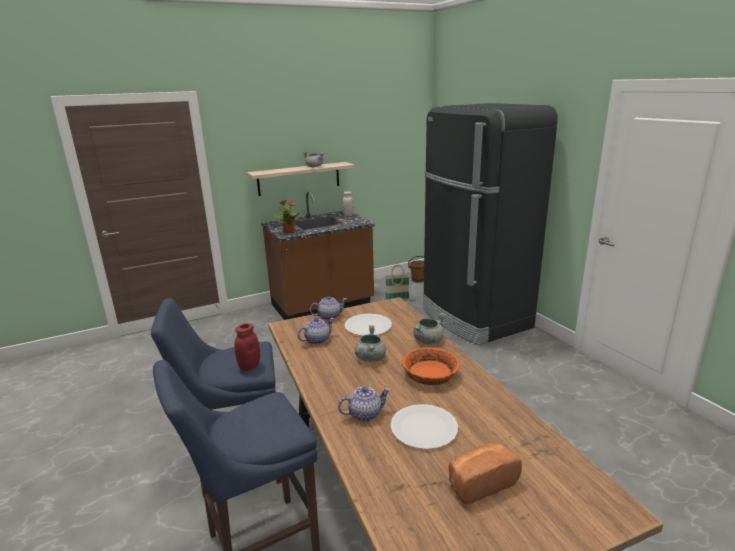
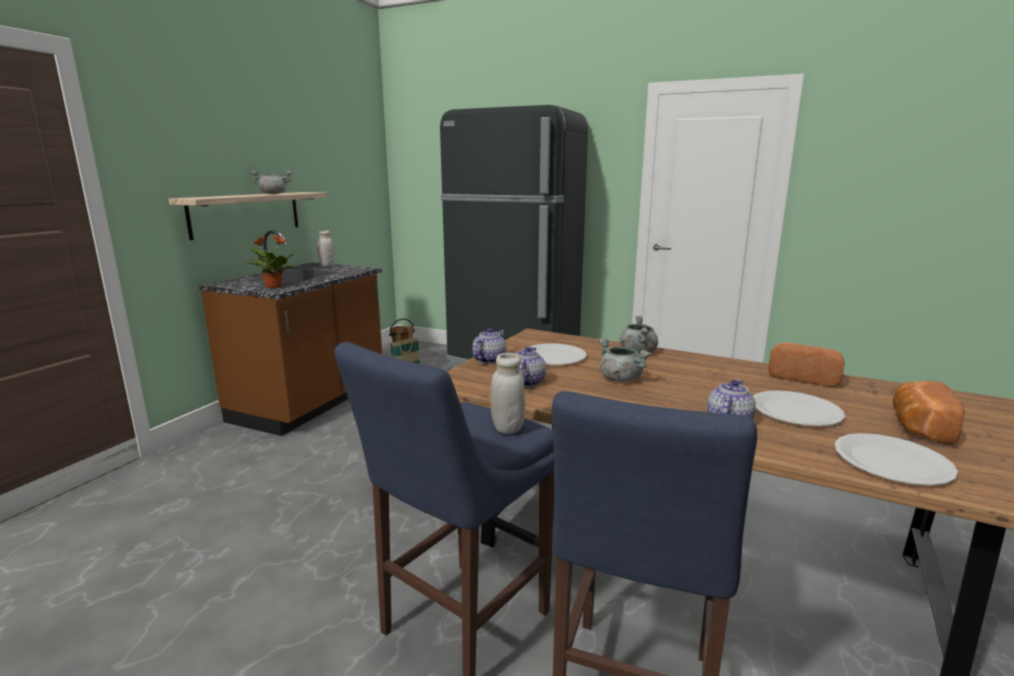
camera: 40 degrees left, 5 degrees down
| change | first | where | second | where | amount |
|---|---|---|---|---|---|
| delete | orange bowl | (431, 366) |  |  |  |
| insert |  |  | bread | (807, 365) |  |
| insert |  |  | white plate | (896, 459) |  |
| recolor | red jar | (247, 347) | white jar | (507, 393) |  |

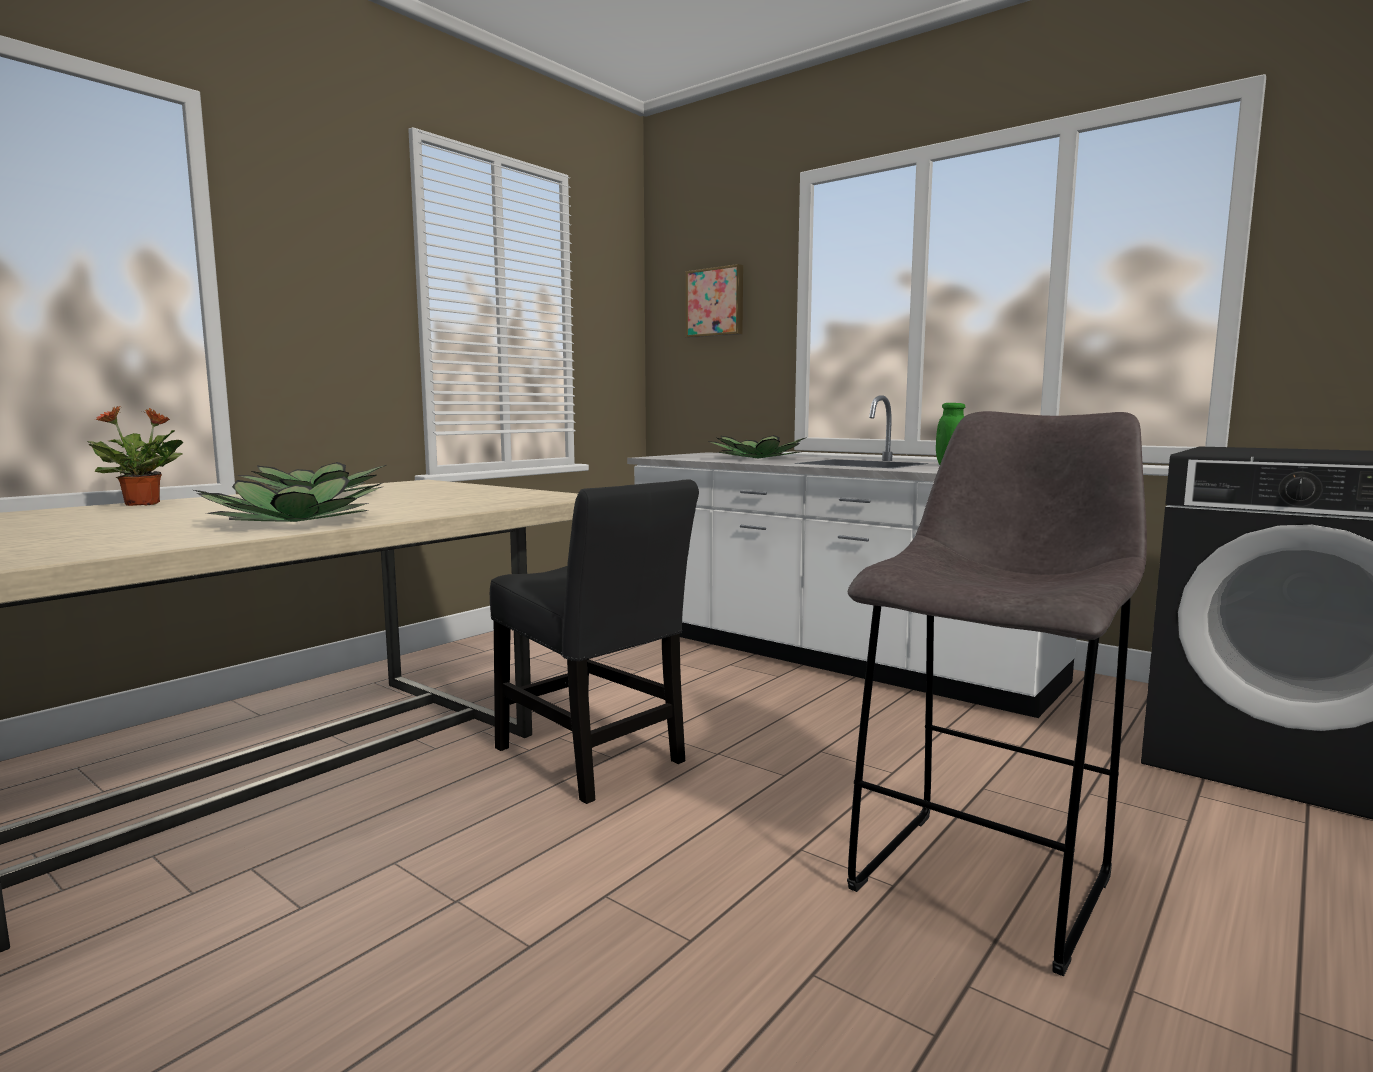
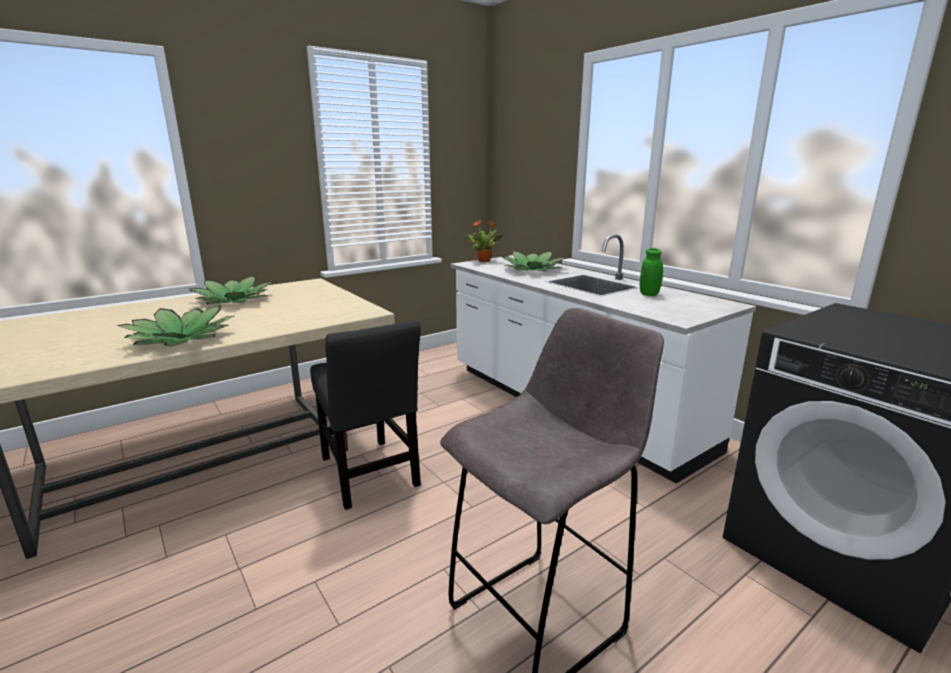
camera: 15 degrees right, 10 degrees up
| change | first | where | second | where | amount |
|---|---|---|---|---|---|
| delete | picture | (714, 301) |  |  |  |
| move | potted plant | (135, 456) |  | (484, 241) |  |

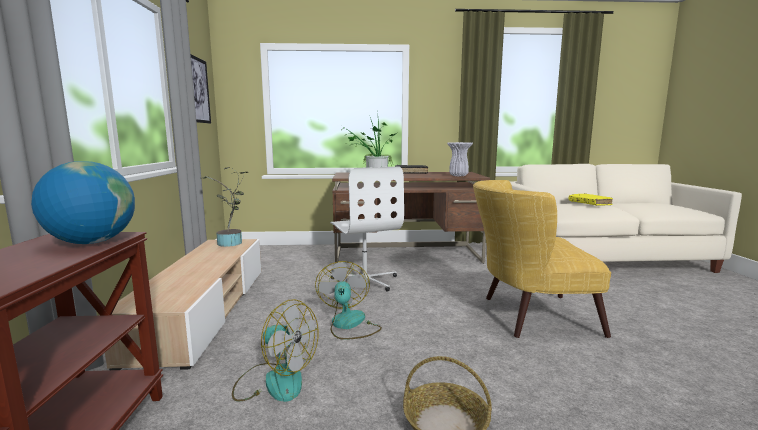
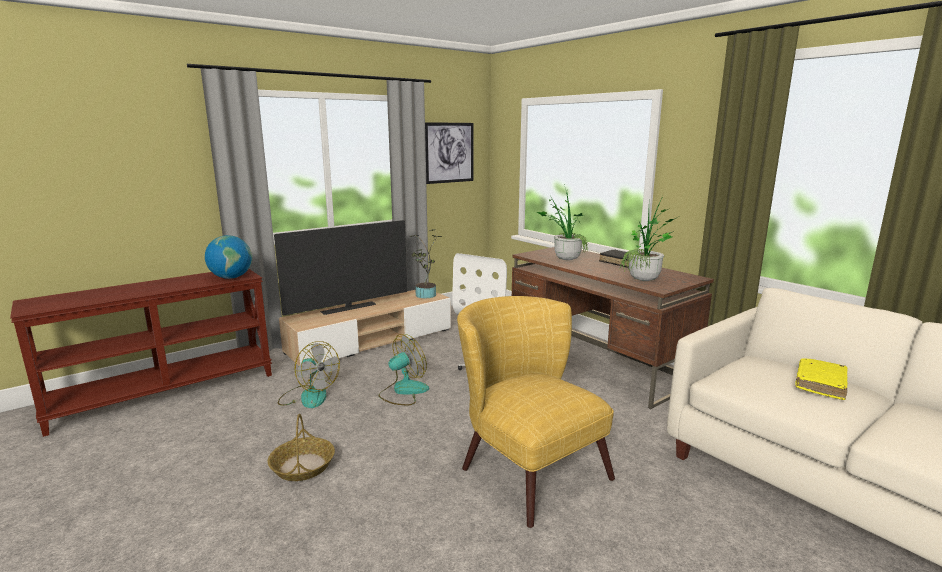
camera: 55 degrees right, 5 degrees up
| change | first | where | second | where | amount |
|---|---|---|---|---|---|
| insert |  |  | television | (340, 268) |  |
| replace | white vase | (460, 159) | potted plant | (648, 237) |  |
| rotate | fan | (275, 350) |  | (309, 374) | 45 degrees counterclockwise |

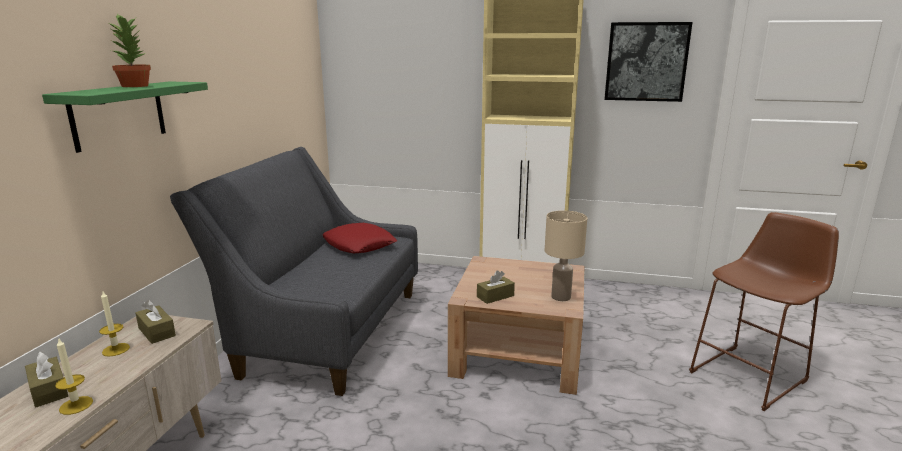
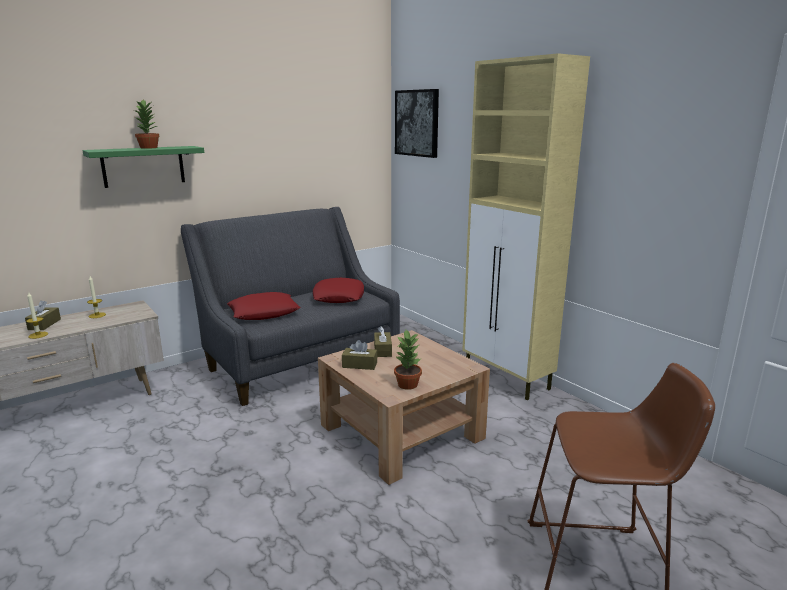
camera: 40 degrees right, 0 degrees up
| change | first | where | second | where | amount |
|---|---|---|---|---|---|
| insert |  |  | red pillow | (263, 306) |  |
| move | brown tissue box | (156, 322) |  | (383, 341) |  |
| move | picture | (648, 62) |  | (417, 123) |  |
| replace | beige table lamp | (566, 255) | potted plant | (408, 360) |  |

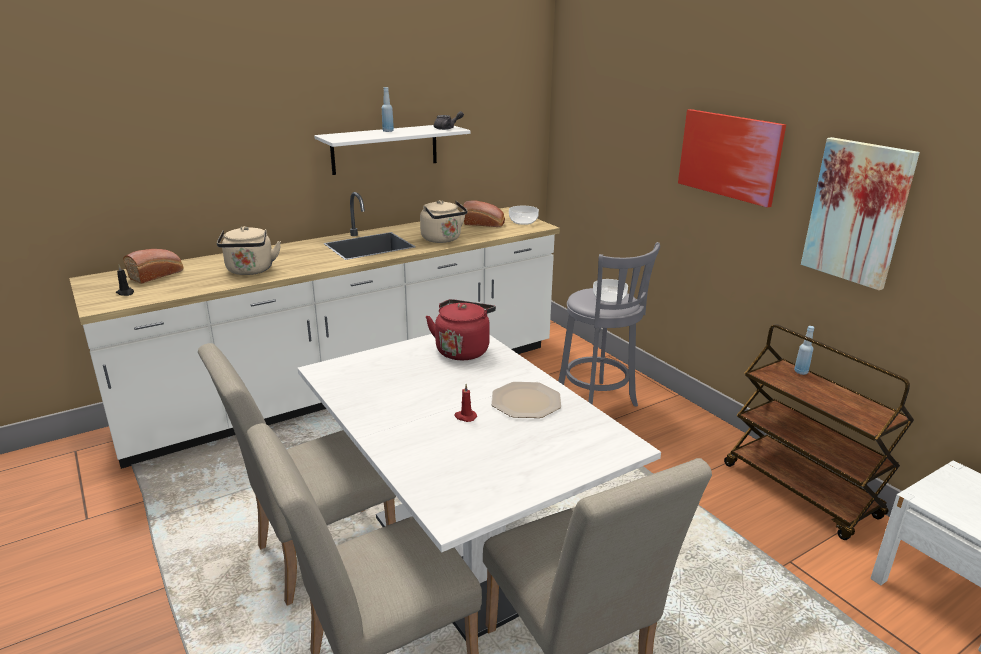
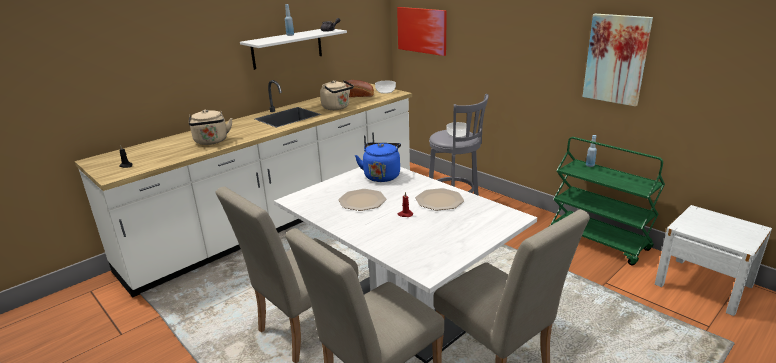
camera: 10 degrees left, 0 degrees up
| change | first | where | second | where | amount |
|---|---|---|---|---|---|
| delete | bread | (153, 266) |  |  |  |
| insert |  |  | plate | (362, 200) |  |
| move | picture | (732, 158) |  | (422, 31) |  |
| recolor | red kettle | (461, 329) | blue kettle | (378, 162) |  |
| recolor | brown cart | (819, 432) | green cart | (607, 201) |  |

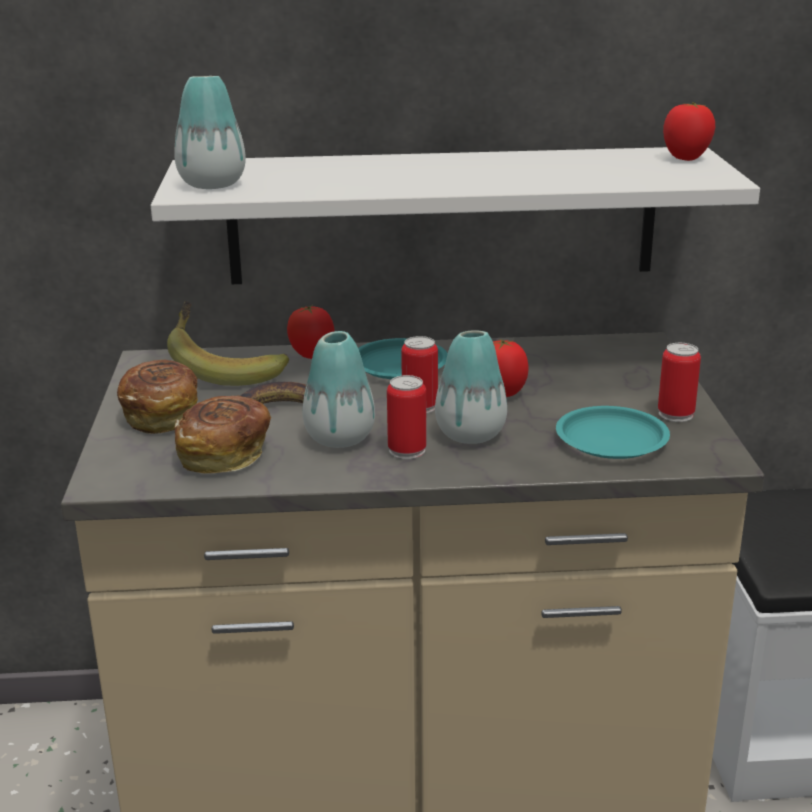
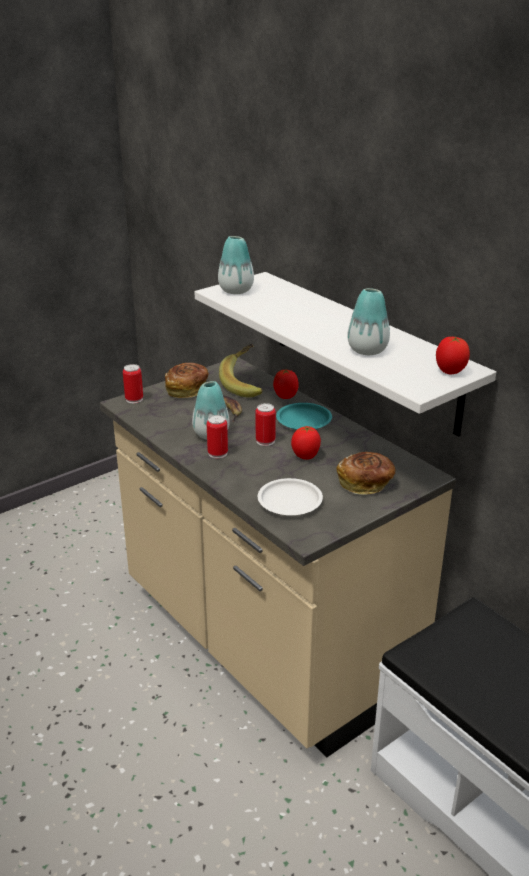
camera: 55 degrees right, 5 degrees up
| change | first | where | second | where | amount |
|---|---|---|---|---|---|
| move | bread | (222, 435) |  | (366, 473) |  |
| move | vase | (471, 387) |  | (368, 321) |  |
| move | can | (679, 382) |  | (133, 384) |  |
| recolor | turquoise plate | (613, 432) | white plate | (290, 496) |  |

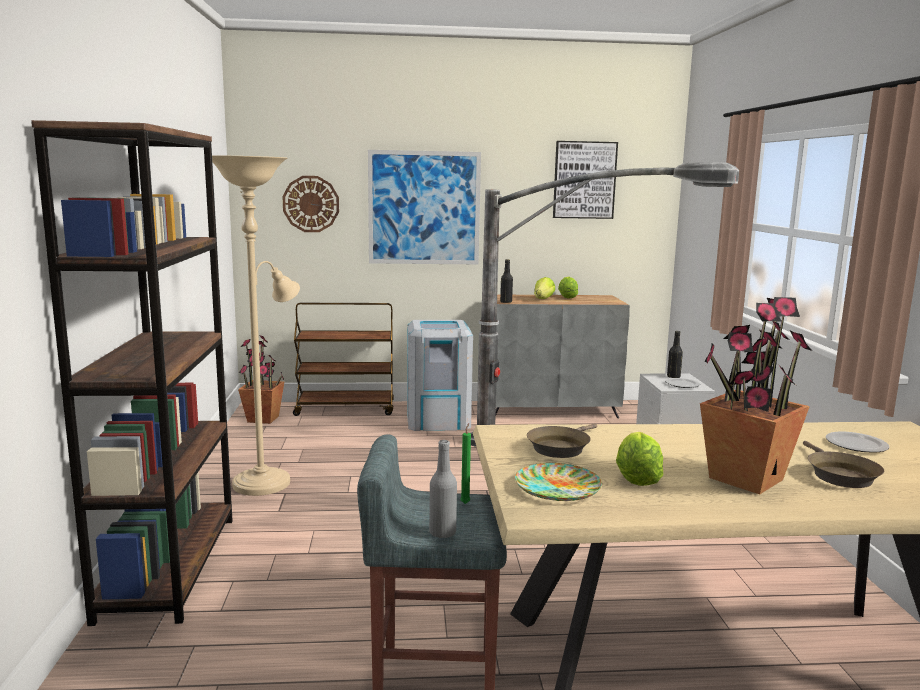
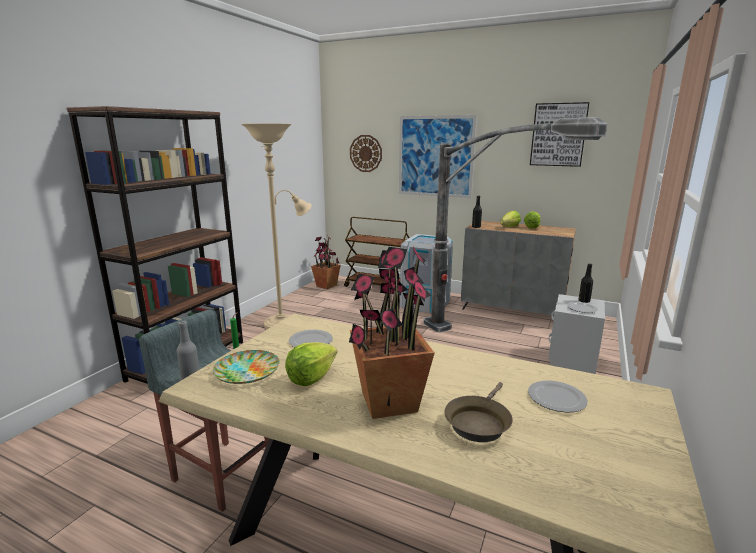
camera: 30 degrees right, 5 degrees up
| change | first | where | second | where | amount |
|---|---|---|---|---|---|
| replace | brown frying pan | (562, 440) | plate | (311, 338) |  |

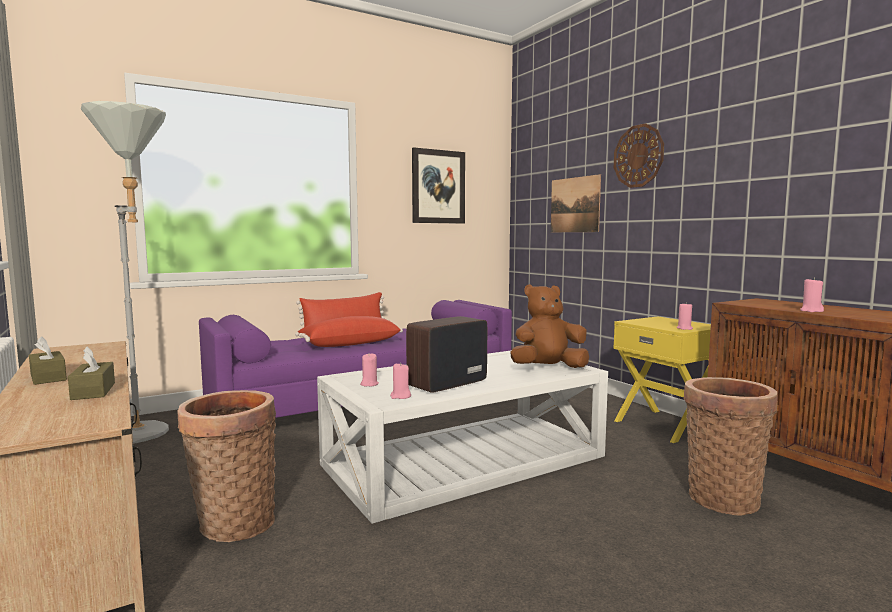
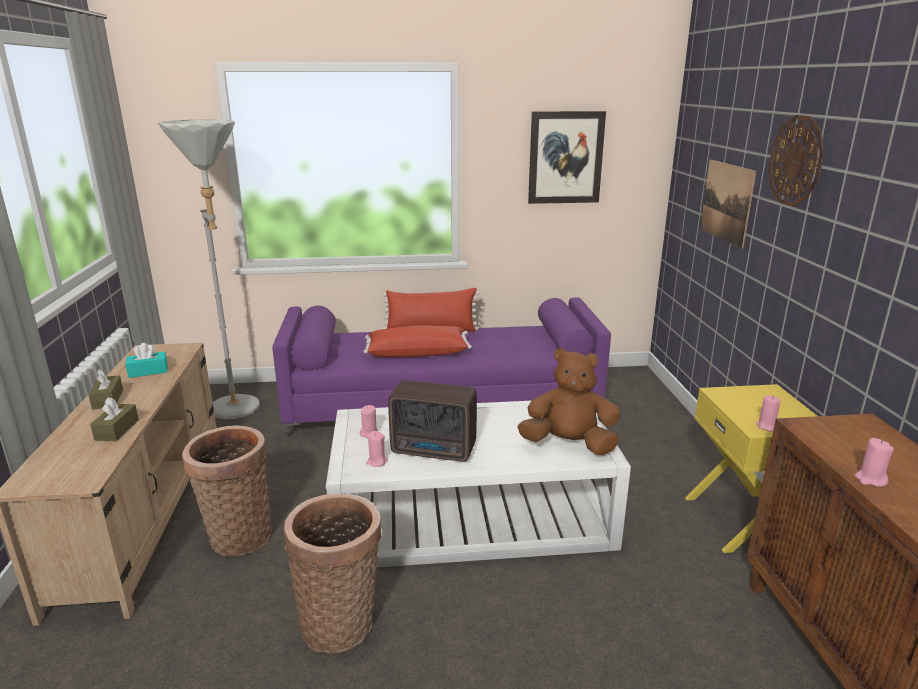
camera: 25 degrees right, 15 degrees up
| change | first | where | second | where | amount |
|---|---|---|---|---|---|
| insert |  |  | turquoise tissue box | (146, 360) |  |
| move | basket | (731, 446) |  | (332, 574) |  |
| rotate | radio | (446, 354) |  | (432, 421) | 150 degrees counterclockwise |

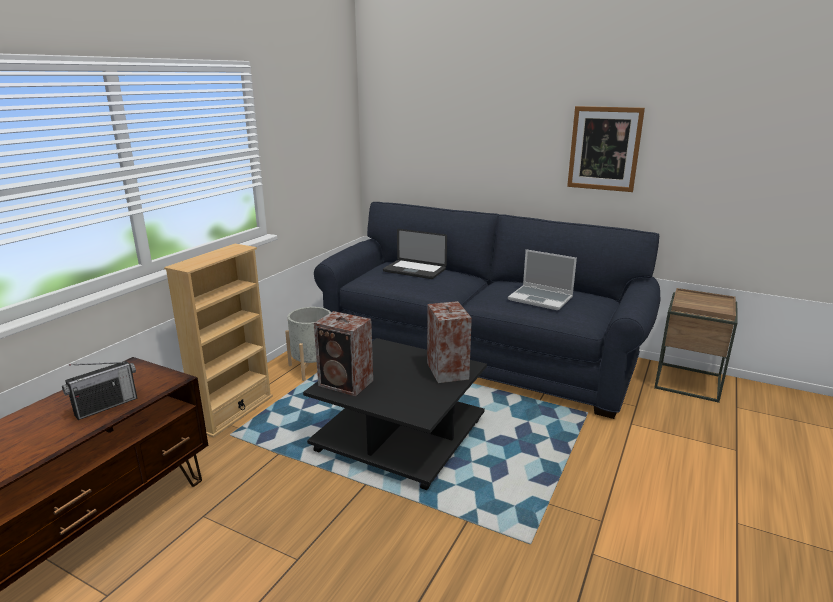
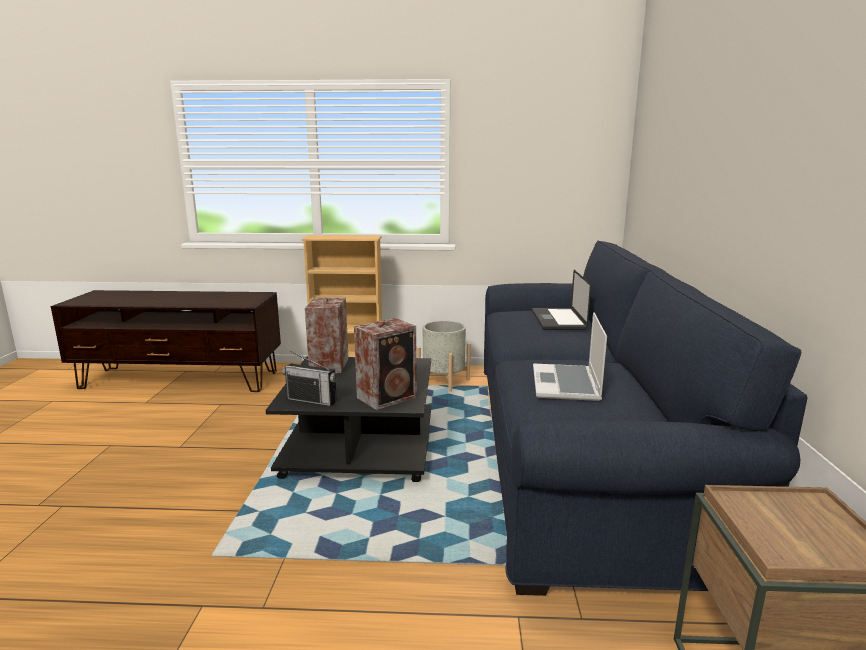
camera: 65 degrees right, 5 degrees down
| change | first | where | second | where | amount |
|---|---|---|---|---|---|
| delete | picture | (606, 149) |  |  |  |
| move | radio | (99, 390) |  | (310, 378) |  |

